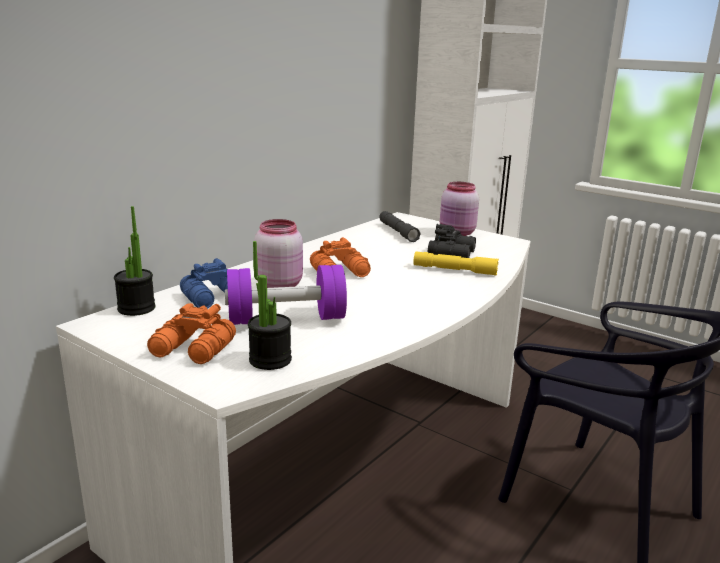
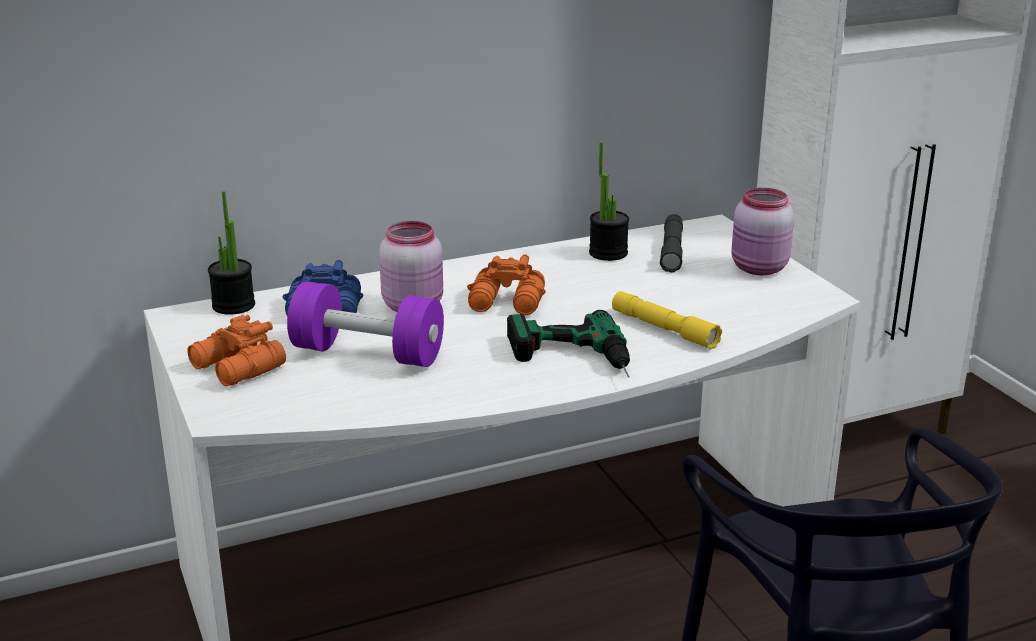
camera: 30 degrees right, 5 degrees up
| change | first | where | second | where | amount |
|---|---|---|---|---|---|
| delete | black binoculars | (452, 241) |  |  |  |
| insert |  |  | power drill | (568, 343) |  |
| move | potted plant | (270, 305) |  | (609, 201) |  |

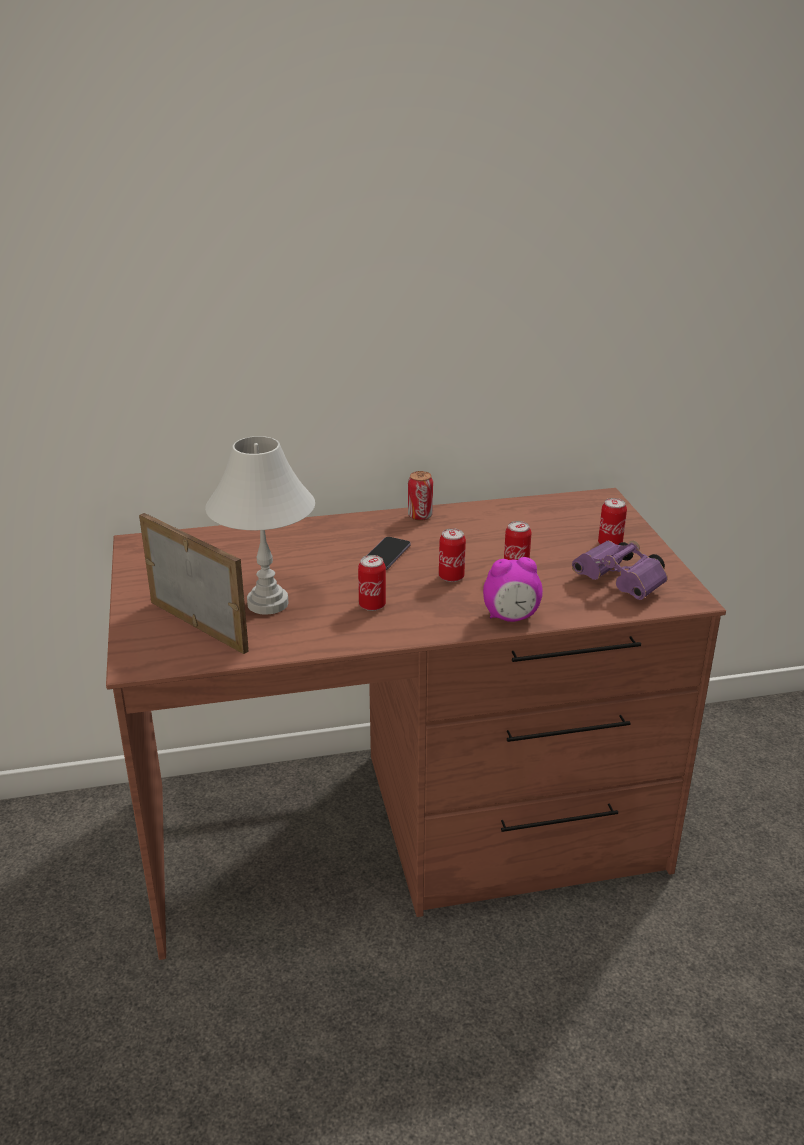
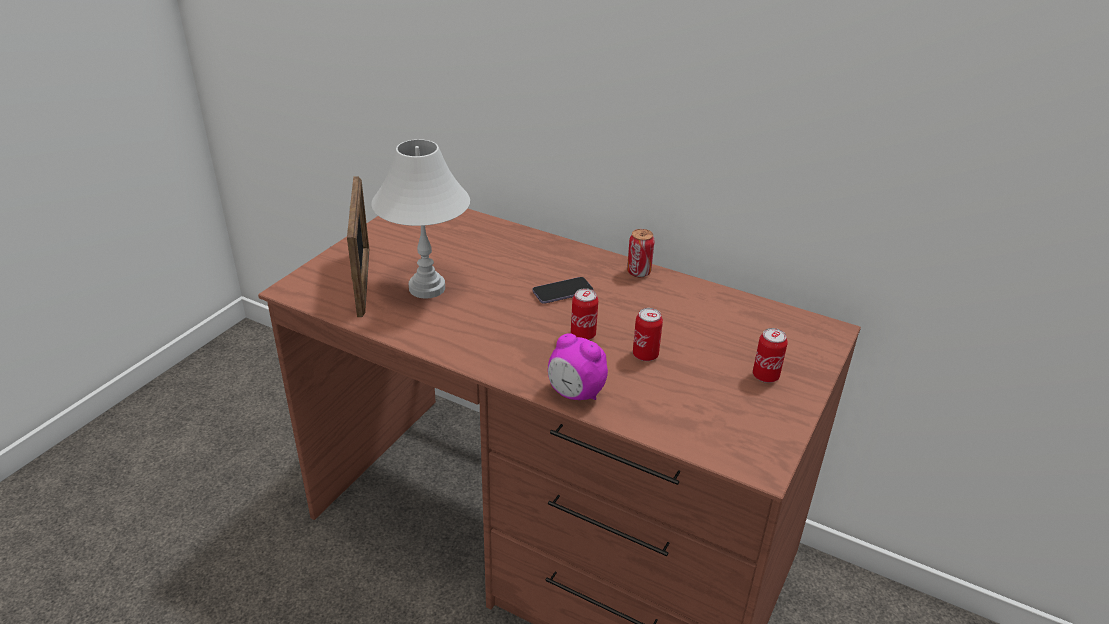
camera: 40 degrees right, 5 degrees up
| change | first | where | second | where | amount |
|---|---|---|---|---|---|
| delete | can | (372, 583) |  |  |  |
| delete | purple binoculars | (620, 570) |  |  |  |

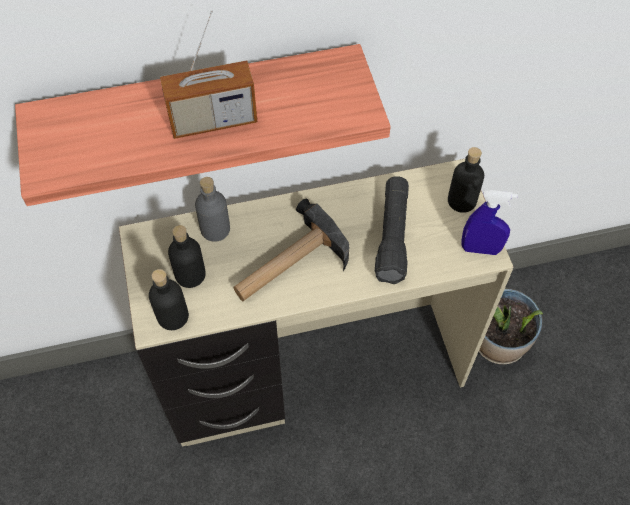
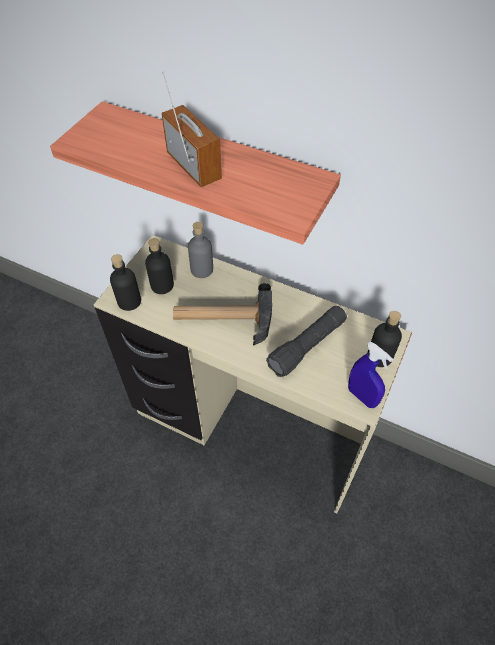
camera: 40 degrees right, 5 degrees down
| change | first | where | second | where | amount |
|---|---|---|---|---|---|
| delete | potted plant | (511, 326) |  |  |  |
| rotate | radio | (208, 74) |  | (192, 129) | 150 degrees counterclockwise |

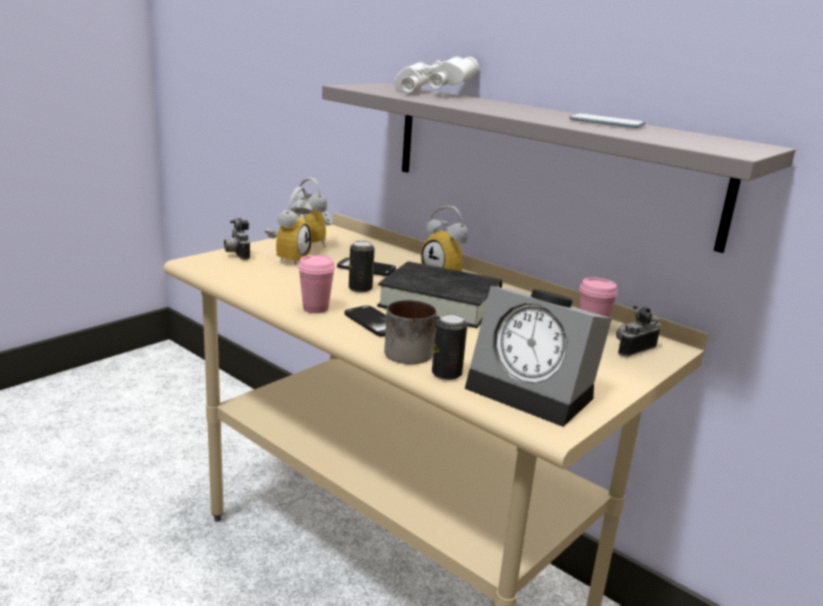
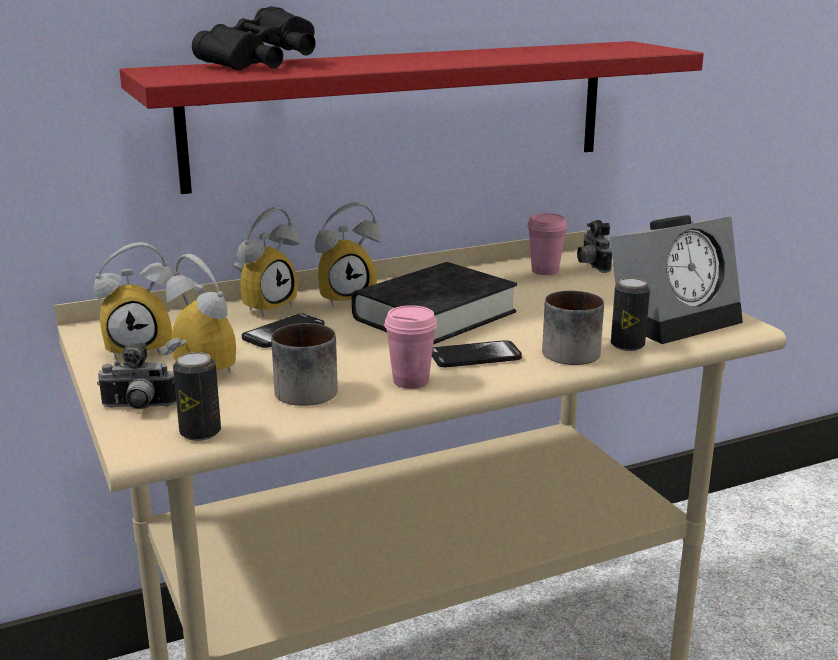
camera: 65 degrees left, 0 degrees up
| change | first | where | second | where | amount |
|---|---|---|---|---|---|
| delete | phone | (607, 120) |  |  |  |
| insert |  |  | alarm clock | (266, 262) |  |
| insert |  |  | mug | (304, 364) |  |
| move | can | (362, 267) |  | (197, 396) |  |
| recolor | grey shelf | (559, 168) | red shelf | (412, 117) |  |
| recolor | white binoculars | (436, 74) | black binoculars | (254, 38) |  |

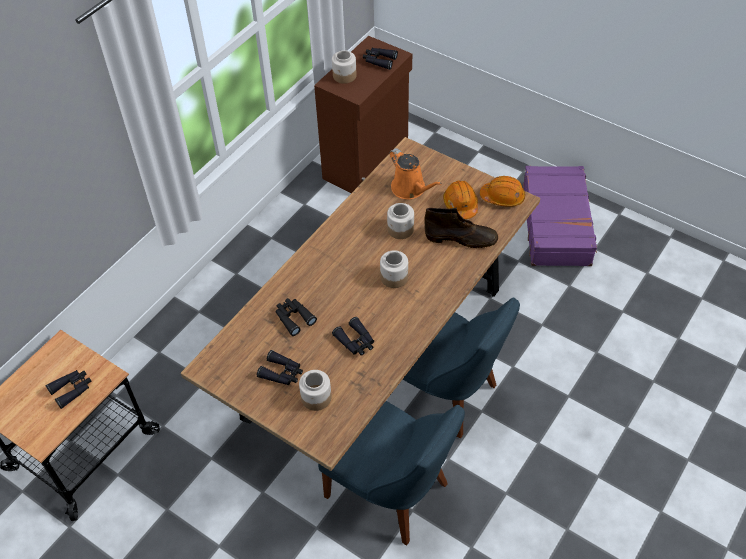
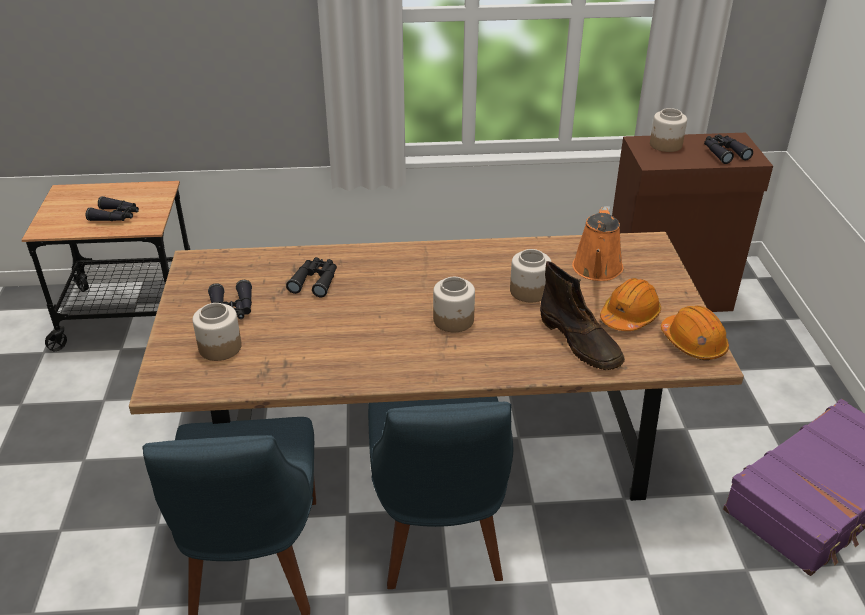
camera: 50 degrees right, 15 degrees down
| change | first | where | second | where | amount |
|---|---|---|---|---|---|
| delete | black binoculars | (353, 336) |  |  |  |

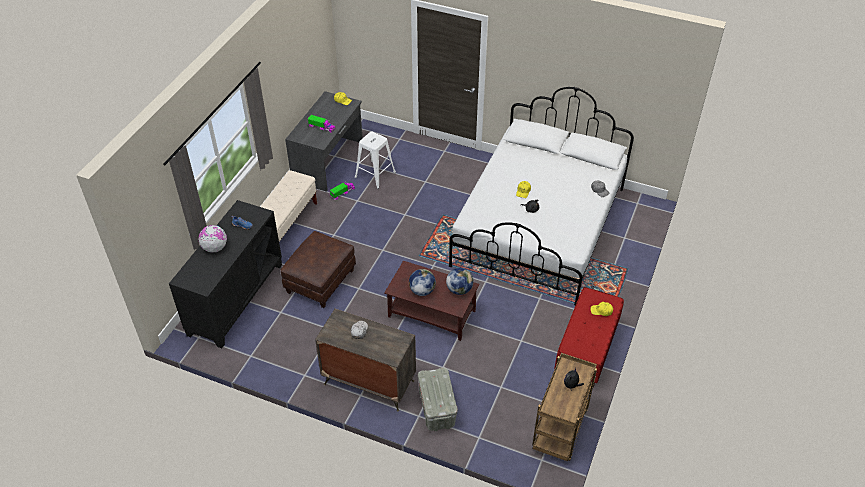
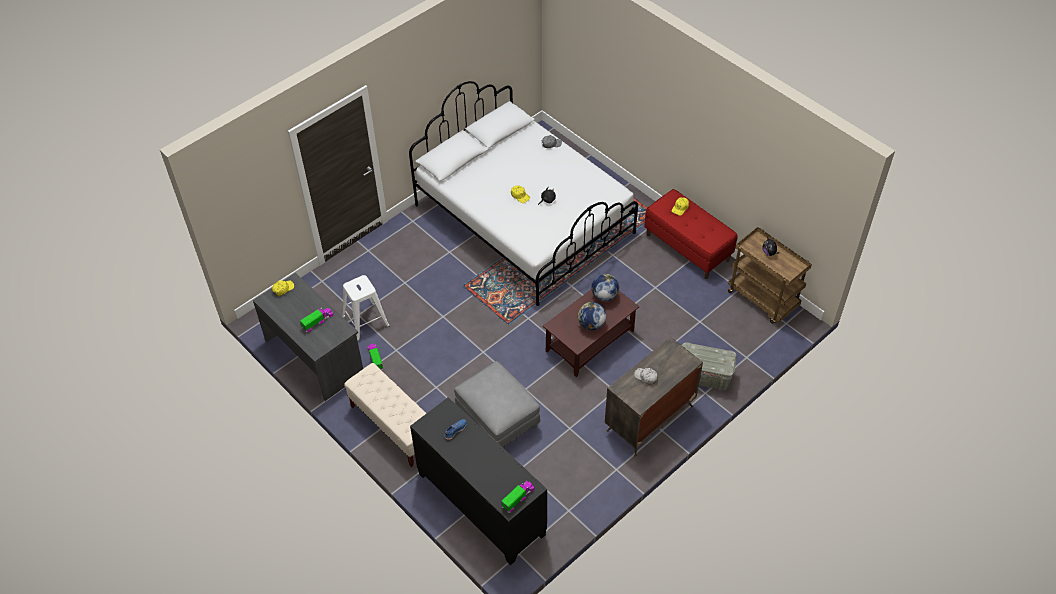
camera: 65 degrees left, 5 degrees up
| change | first | where | second | where | amount |
|---|---|---|---|---|---|
| delete | globe | (212, 238) |  |  |  |
| insert |  |  | toy truck | (518, 497) |  |
| recolor | brown ottoman | (318, 269) | grey ottoman | (497, 404) |  |

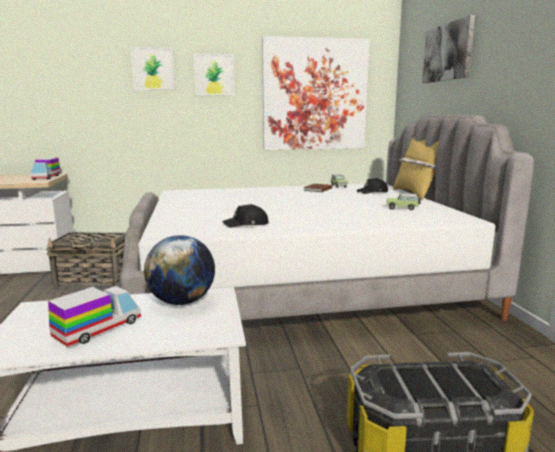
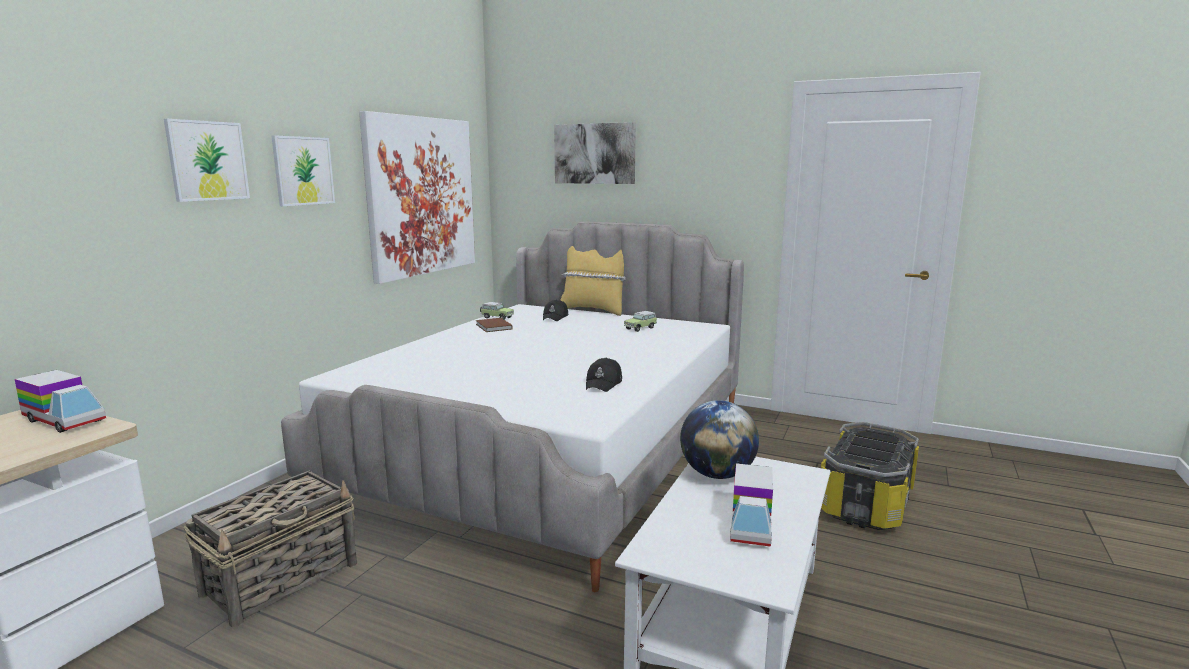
camera: 55 degrees left, 0 degrees up
| change | first | where | second | where | amount |
|---|---|---|---|---|---|
| rotate | toy truck | (94, 316) |  | (751, 505) | 150 degrees counterclockwise |

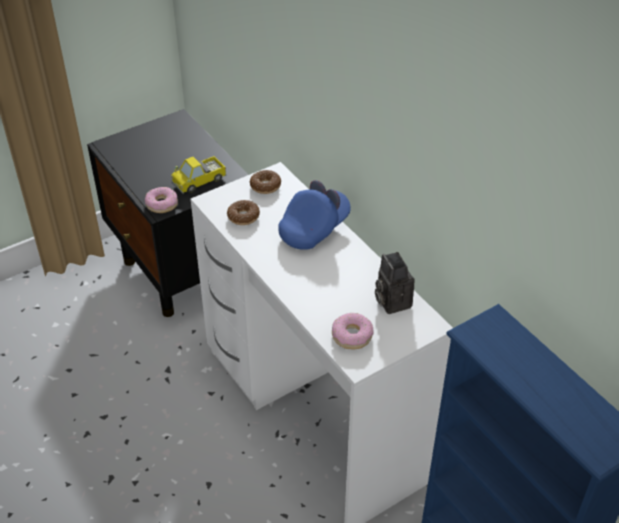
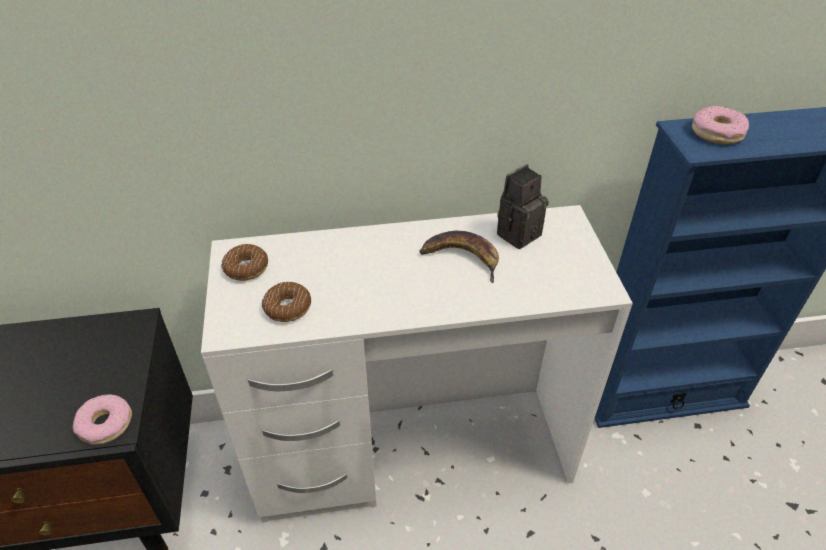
camera: 65 degrees left, 0 degrees up
| change | first | where | second | where | amount |
|---|---|---|---|---|---|
| delete | toy truck | (199, 175) |  |  |  |
| delete | blue cap | (314, 215) |  |  |  |
| insert |  |  | banana | (459, 257) |  |
| move | donut | (352, 331) |  | (720, 125) |  |
| rotate | photo camera | (394, 283) |  | (523, 206) | 135 degrees clockwise |

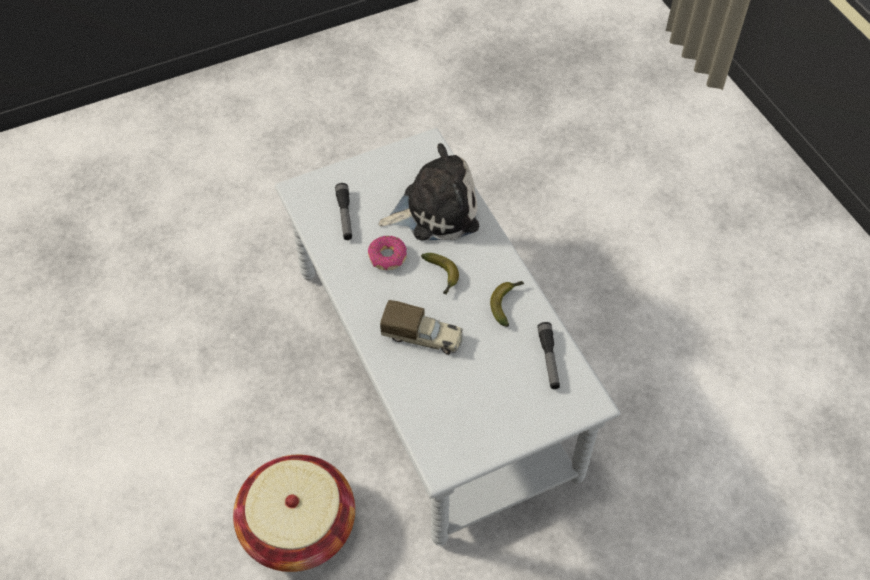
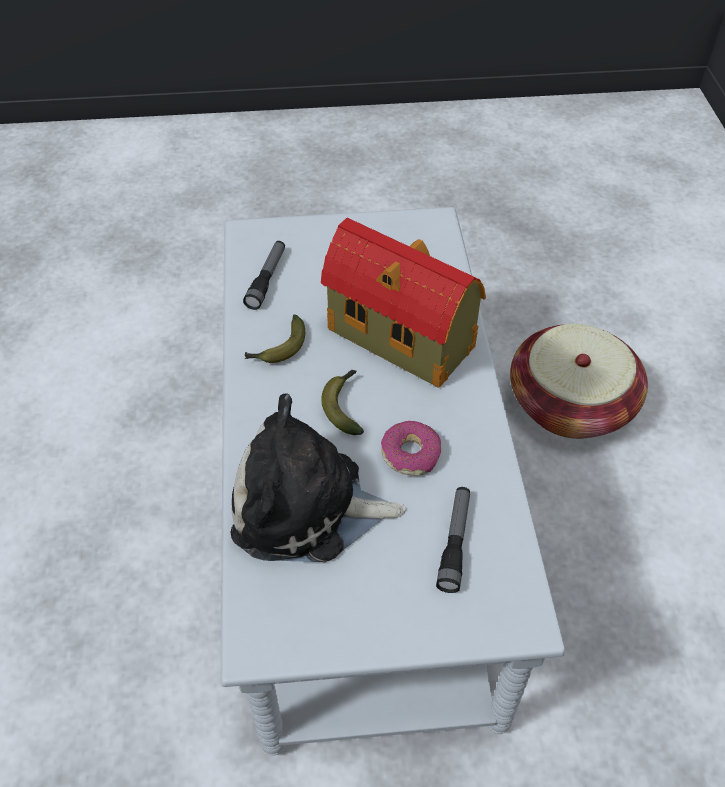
camera: 160 degrees left, 5 degrees down
| change | first | where | second | where | amount |
|---|---|---|---|---|---|
| replace | toy truck | (421, 327) | toy house | (403, 303) |  |

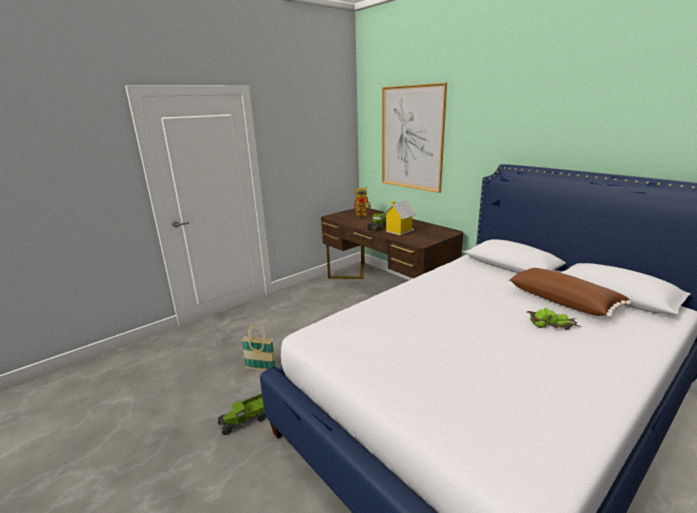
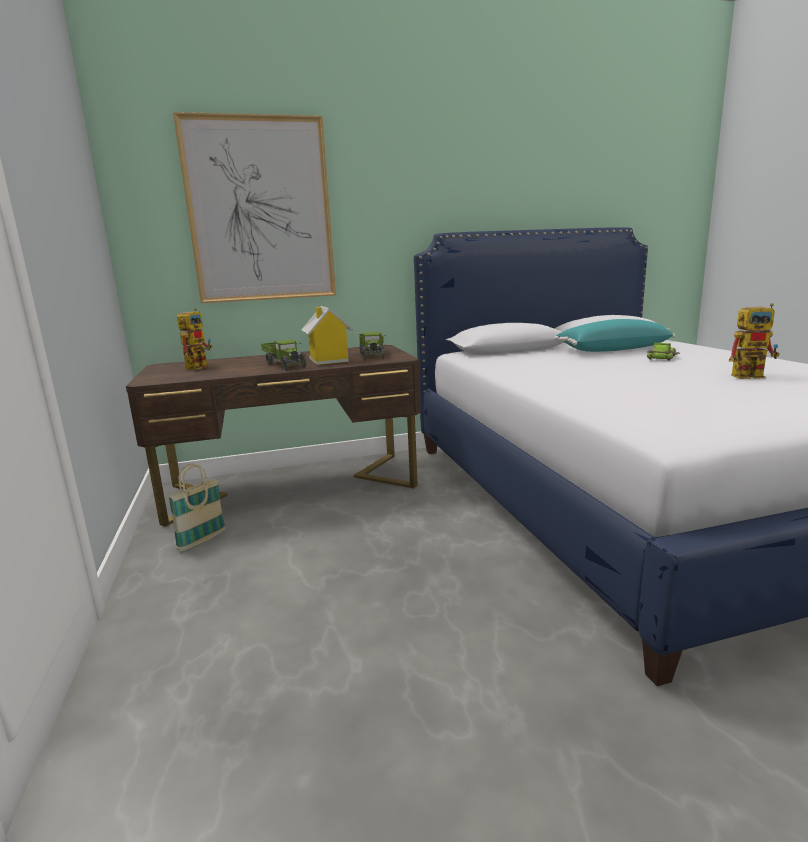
camera: 65 degrees left, 5 degrees down
| change | first | where | second | where | amount |
|---|---|---|---|---|---|
| insert |  |  | toy robot | (754, 341) |  |
| move | toy truck | (241, 414) |  | (372, 346) |  |
| move | basket | (258, 348) |  | (197, 507) |  |
| recolor | brown pillow | (569, 292) | turquoise pillow | (614, 335) |  |

